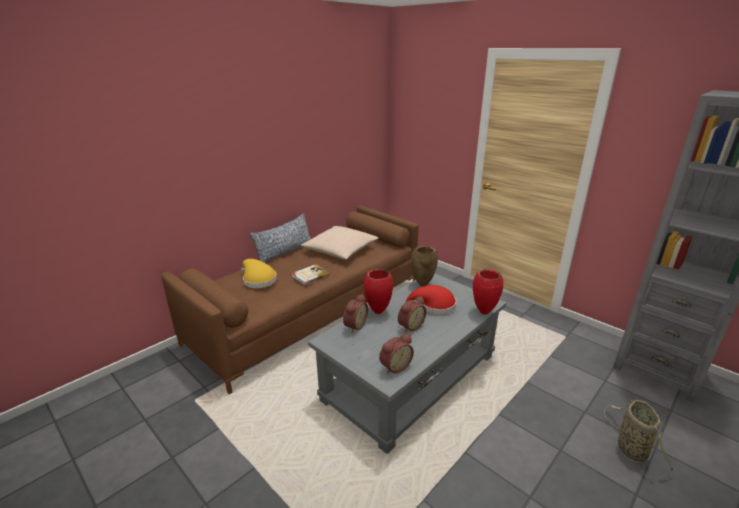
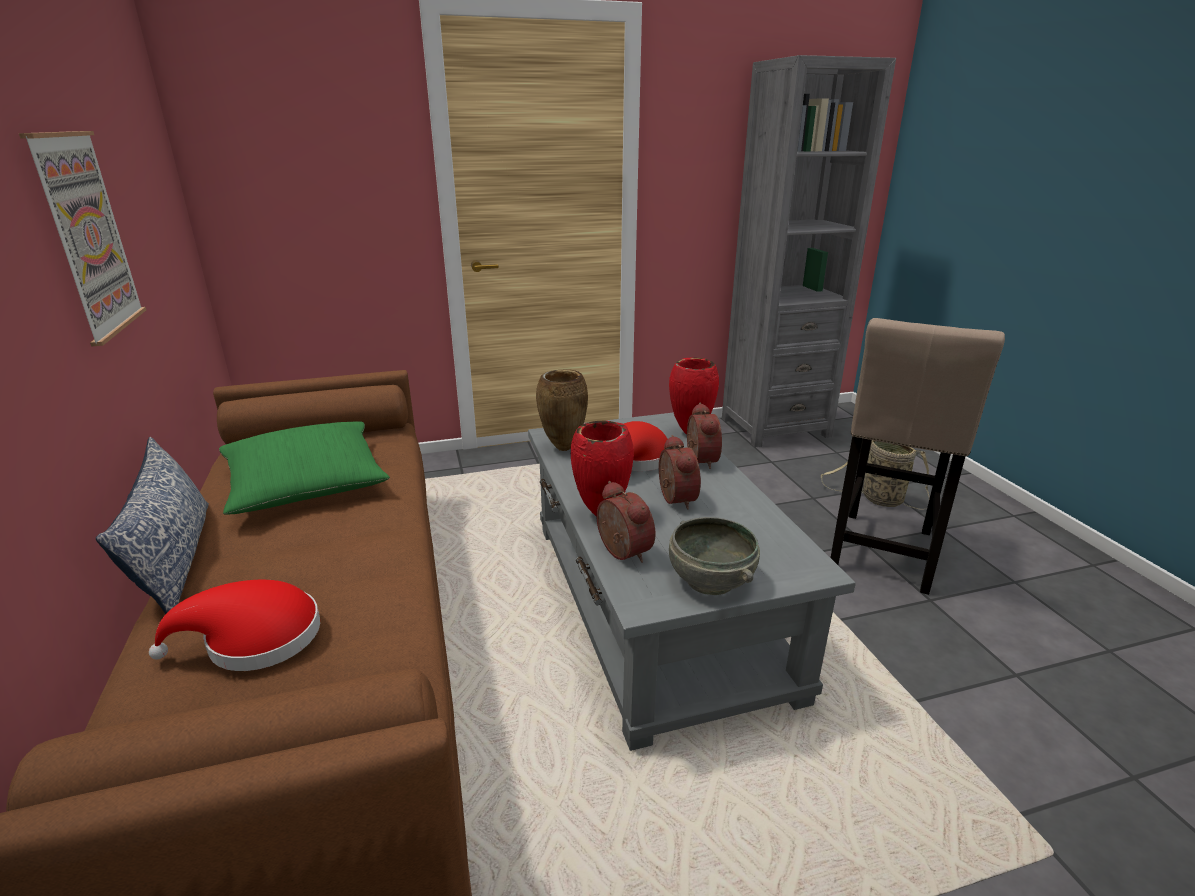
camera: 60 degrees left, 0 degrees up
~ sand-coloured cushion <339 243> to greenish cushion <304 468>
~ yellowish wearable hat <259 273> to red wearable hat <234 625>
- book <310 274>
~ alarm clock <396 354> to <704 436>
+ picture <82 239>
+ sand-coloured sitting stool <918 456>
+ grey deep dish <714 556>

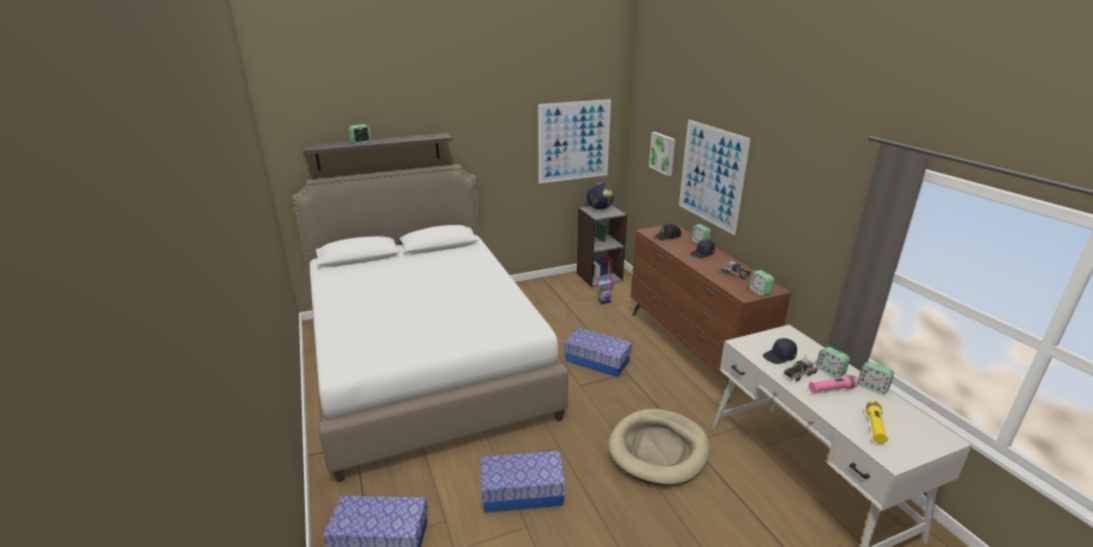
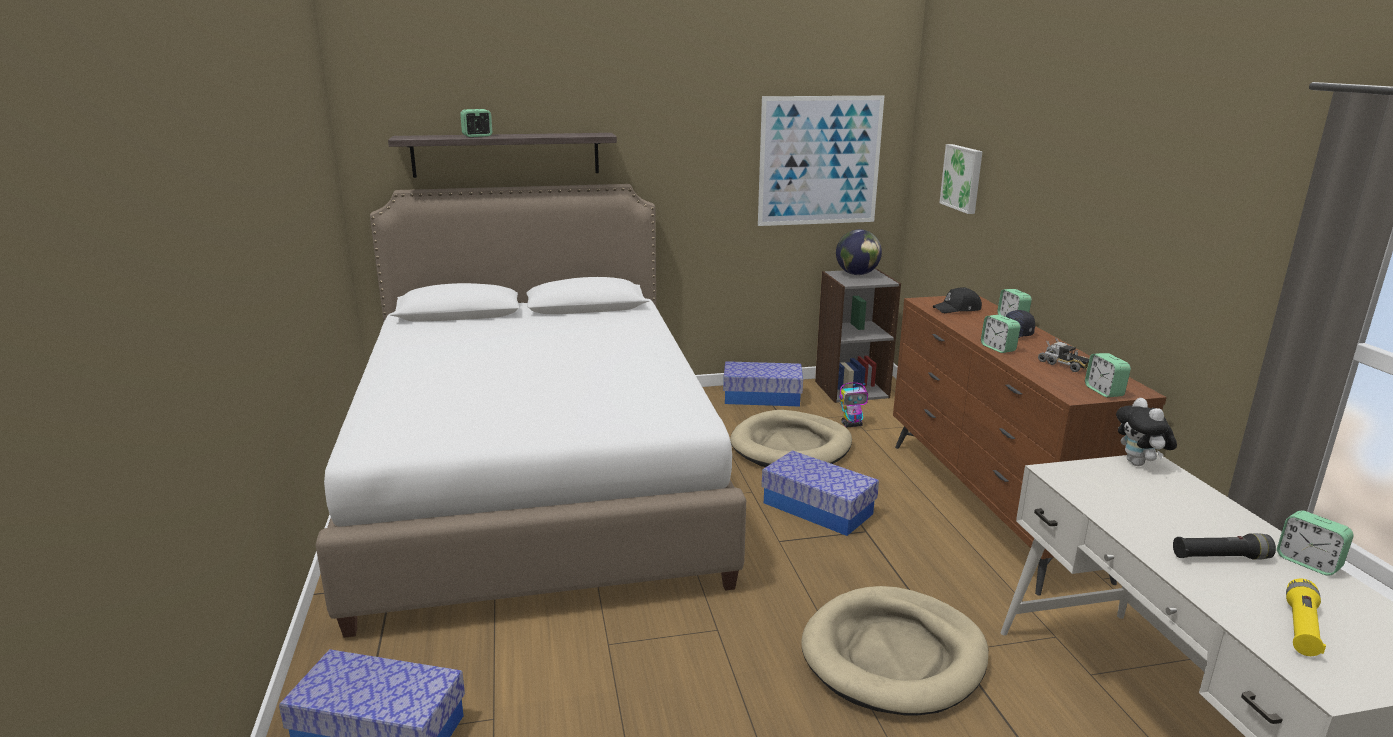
camera: 10 degrees right, 5 degrees down
- picture <715 177>
- black peaked cap <780 351>
~ alarm clock <833 363> to <1000 334>
- toy truck <800 368>
~ pink torch <833 384> to black torch <1224 546>
~ storage bin <523 482> to <763 384>
+ plush toy <1146 432>
+ sand-coloured dog bed <791 438>

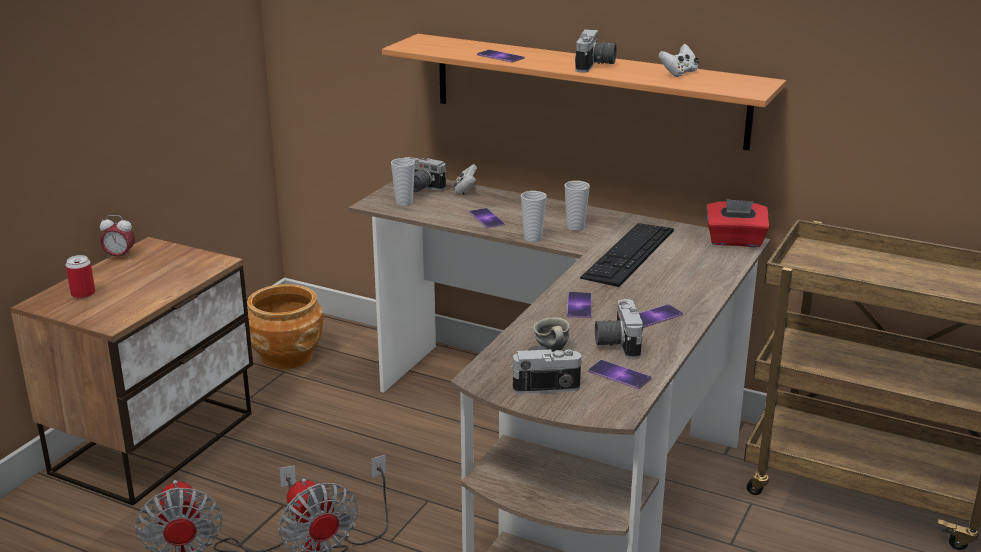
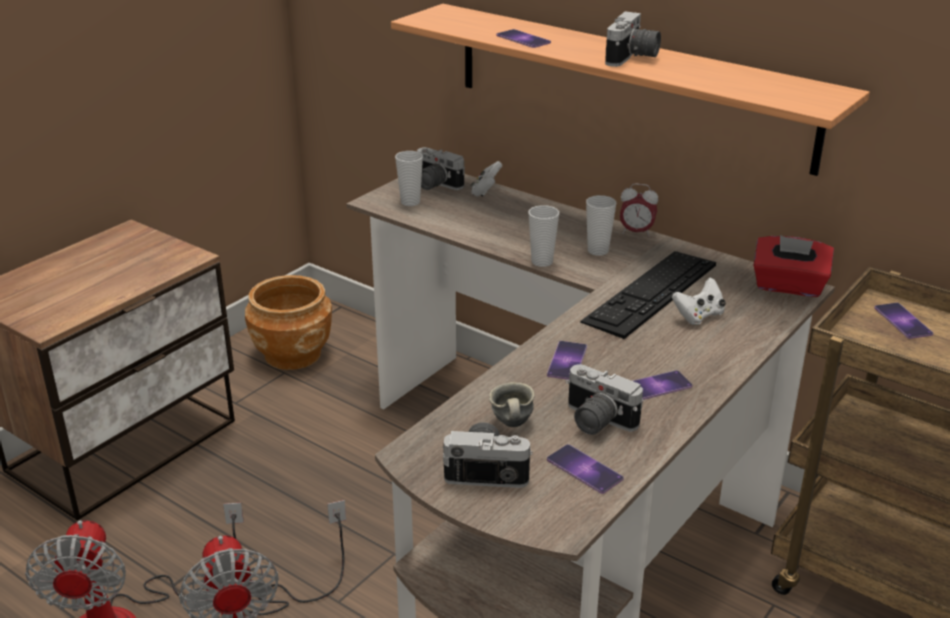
camera: 10 degrees right, 5 degrees up
~ white gamepad <678 60> to <699 301>
~ handset <487 218> to <903 321>
~ alarm clock <117 237> to <639 210>
- can <80 277>
~ photo camera <619 329> = <604 399> 60 degrees counterclockwise

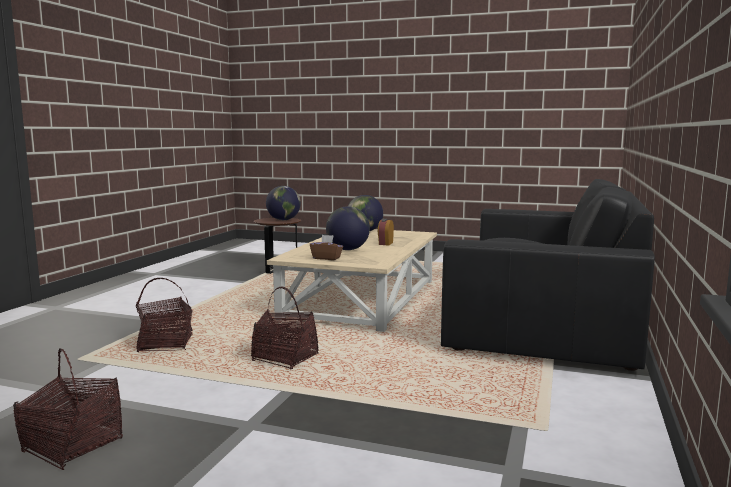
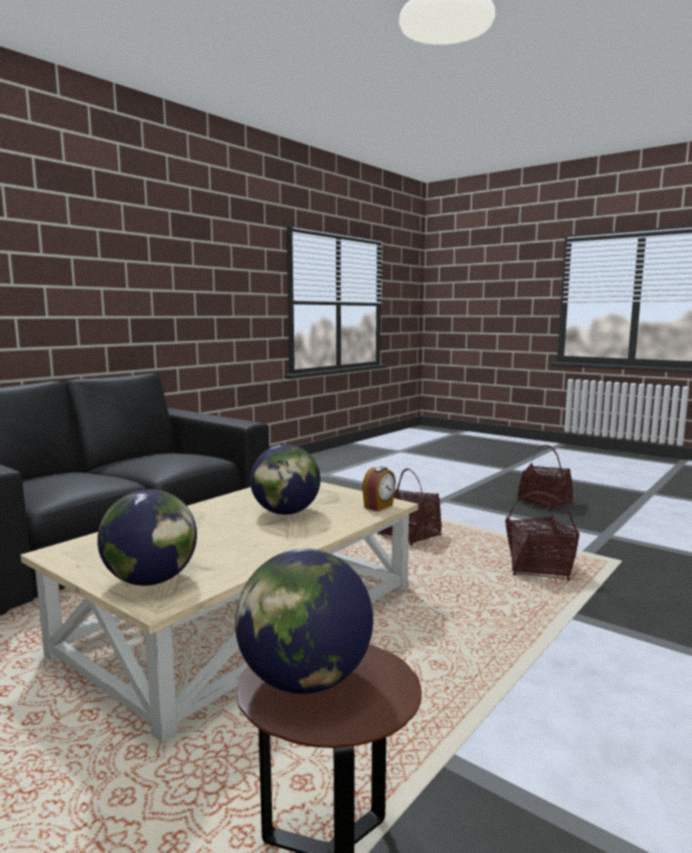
camera: 160 degrees left, 0 degrees up
~ alarm clock <386 232> to <379 489>
- brown tissue box <326 247>

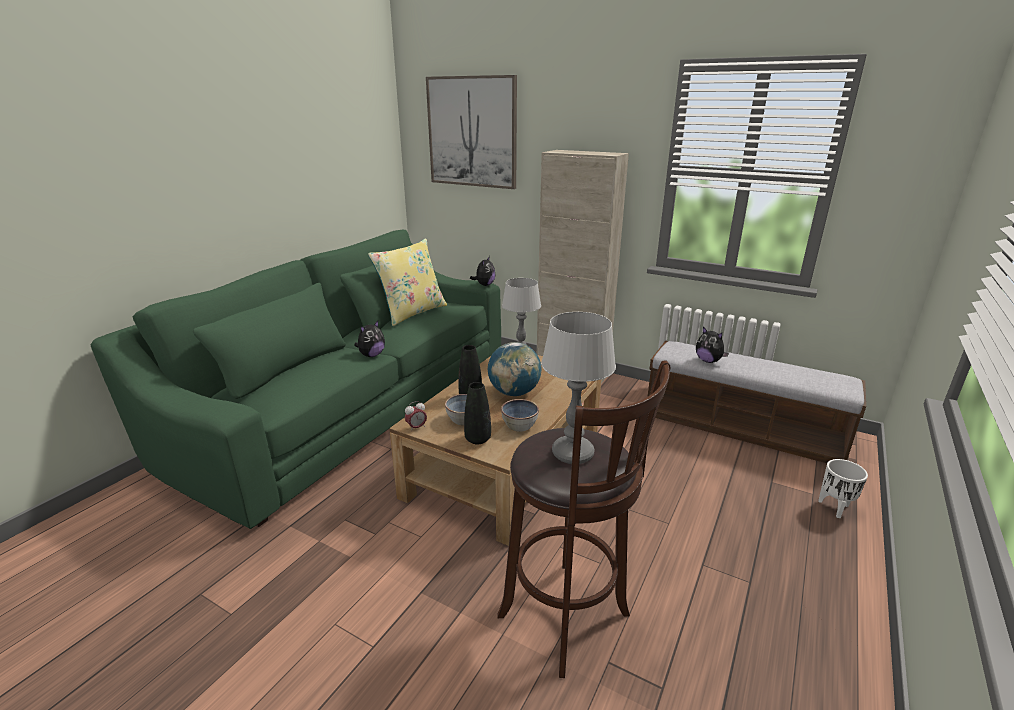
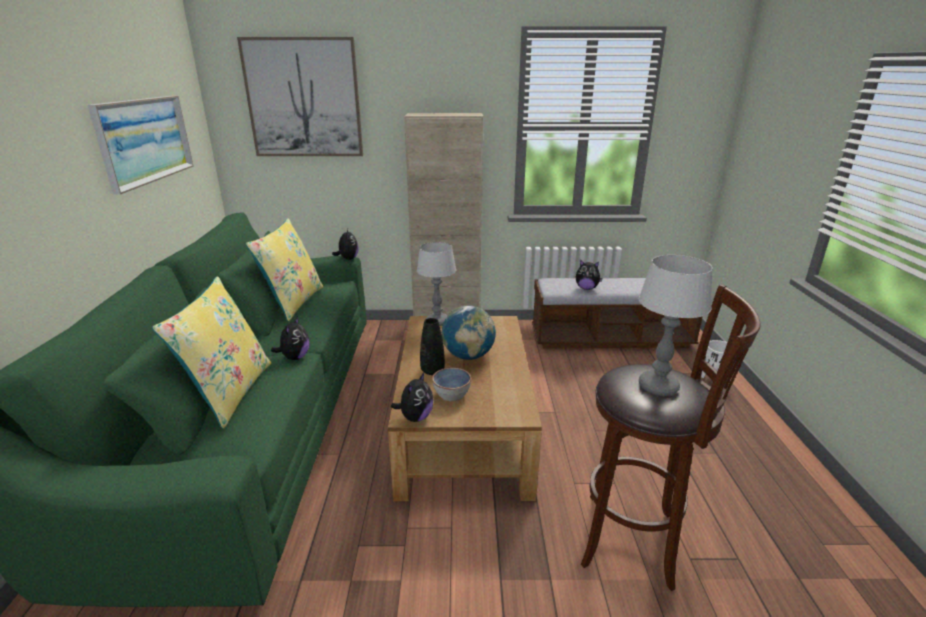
camera: 30 degrees left, 0 degrees up
- black decorative vase <477 413>
- deep dish <520 415>
~ alarm clock <416 416> to plush toy <412 397>
+ picture <140 145>
+ yellowish cushion <211 352>

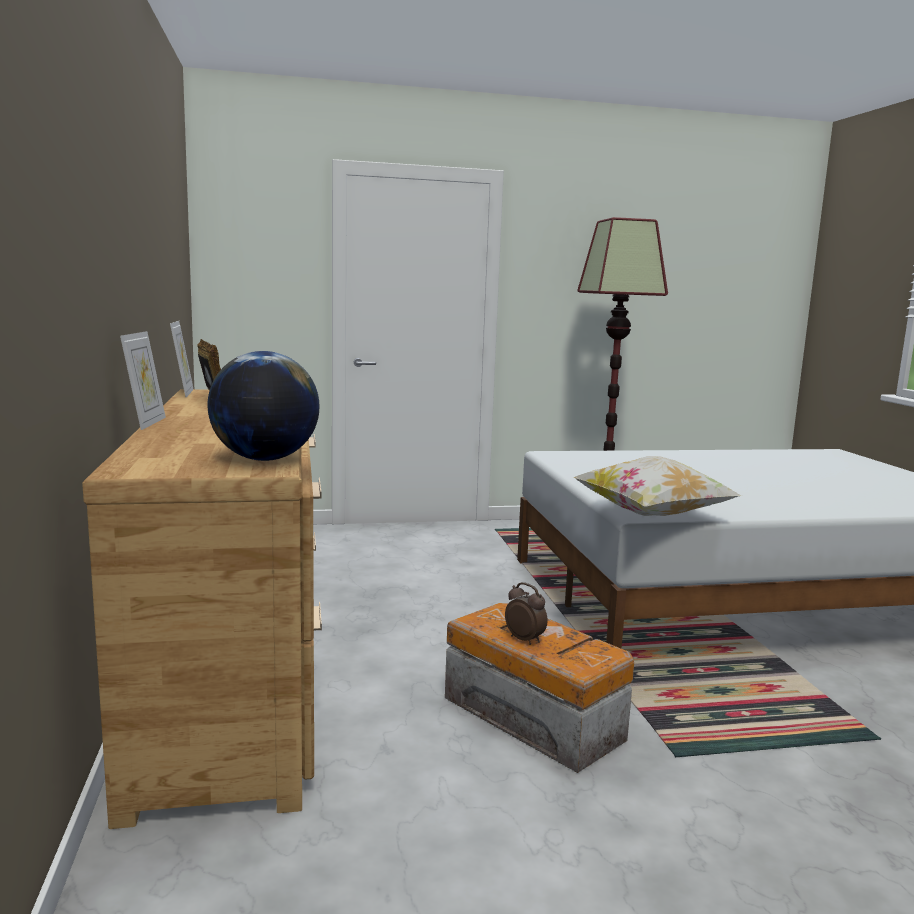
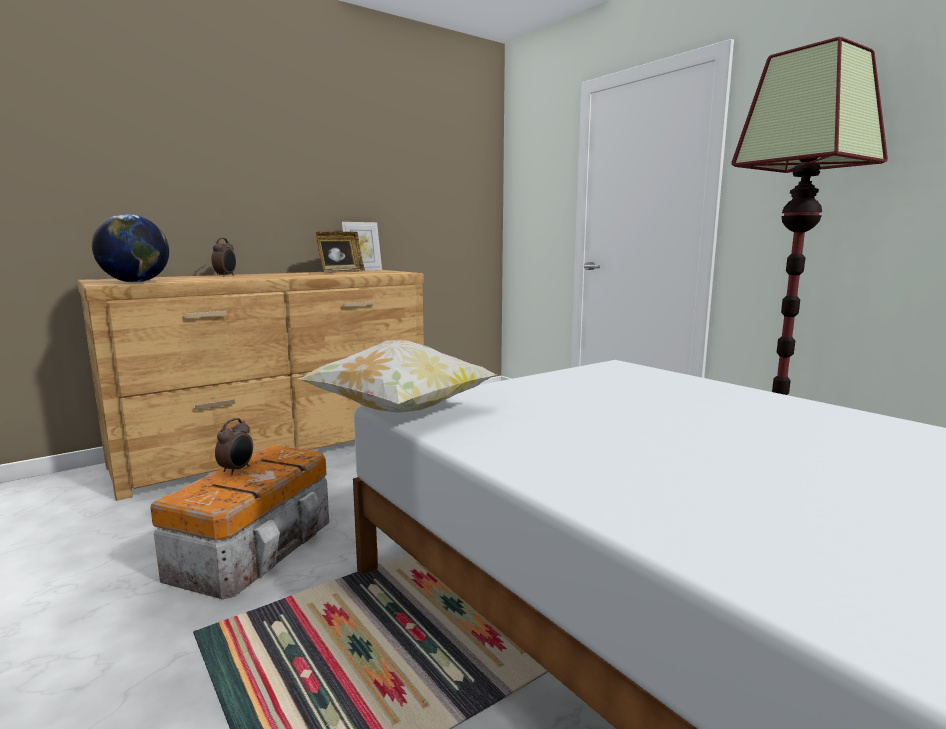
camera: 65 degrees right, 0 degrees up
- picture frame <143 380>
+ alarm clock <224 257>

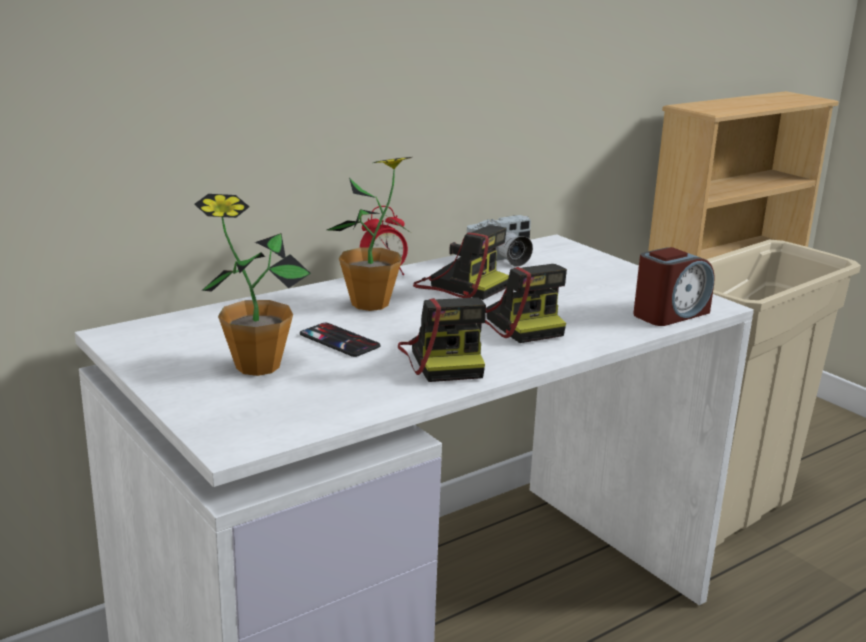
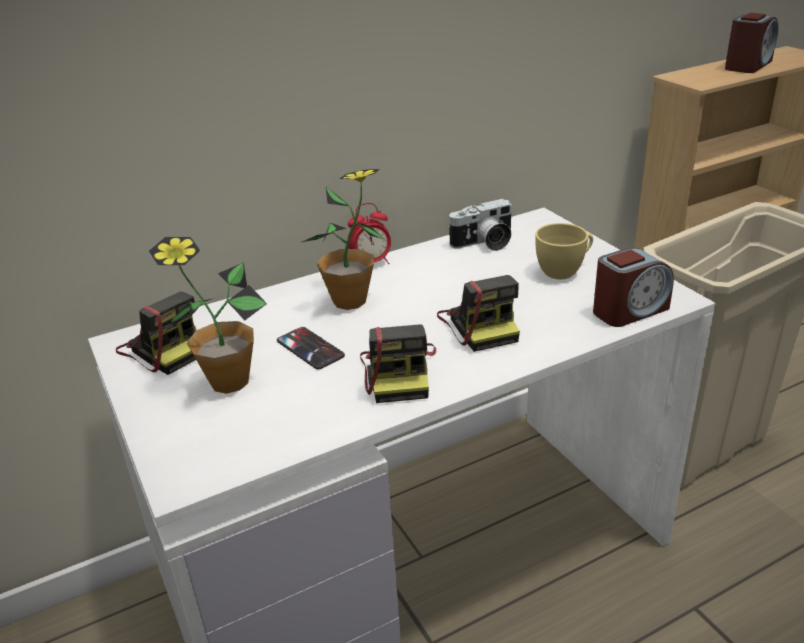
camera: 10 degrees right, 10 degrees up
~ photo camera <461 262> to <156 333>
+ alarm clock <752 43>
+ yellowish cup <564 251>

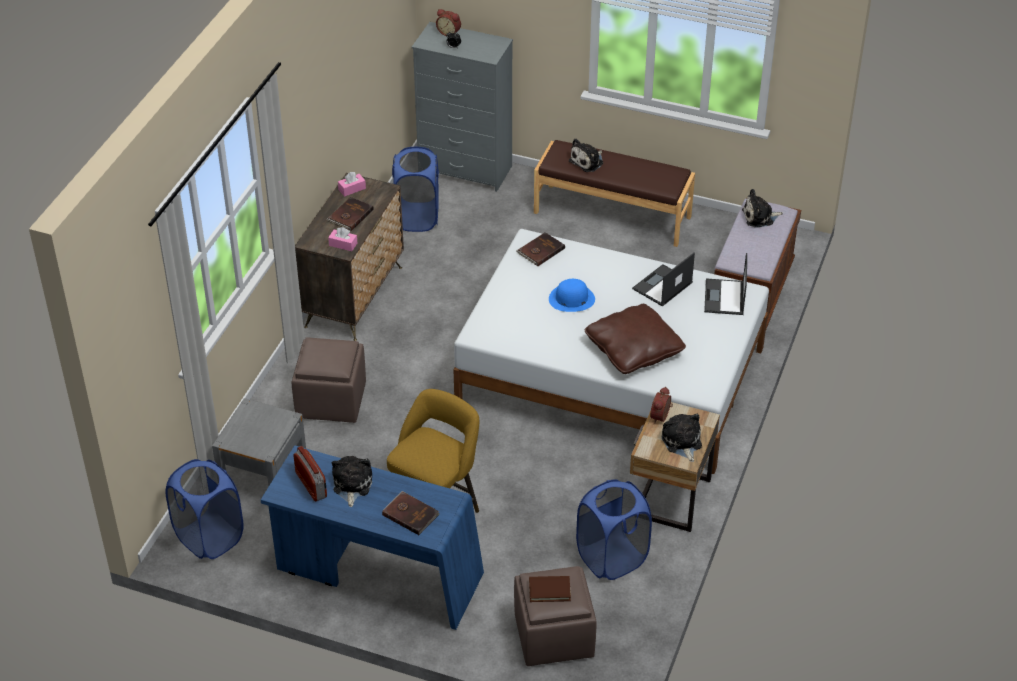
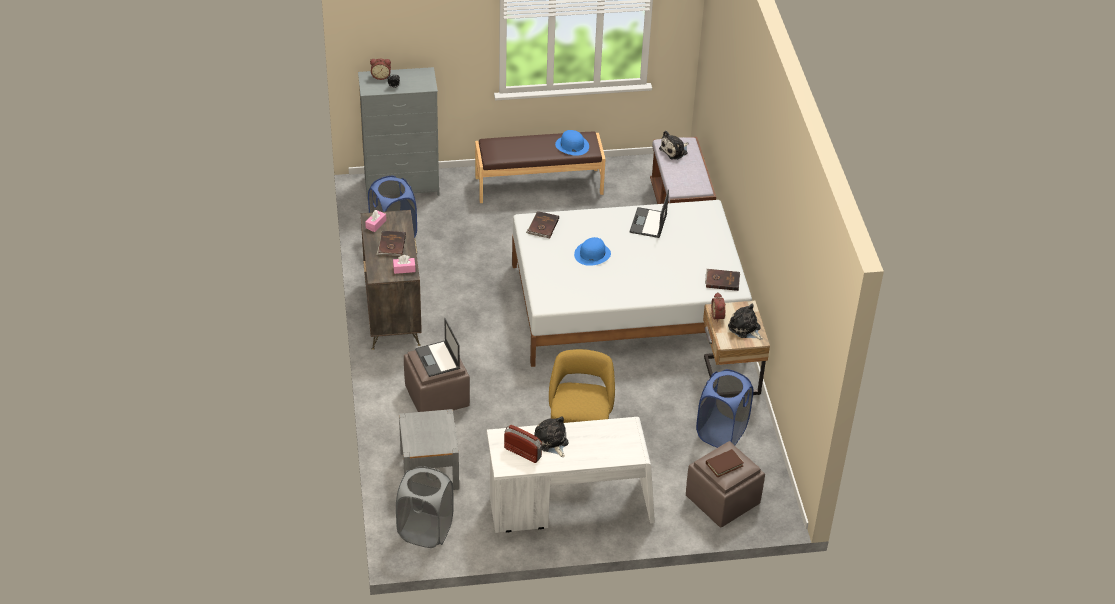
camera: 30 degrees left, 0 degrees up
- plush toy <586 155>
~ notebook computer <725 284> to <437 347>
- brown cushion <635 339>
~ bluish desk table <372 537> to white desk table <571 475>
~ bluish hamper <204 509> to grey hamper <425 507>
~ brown book <410 513> to <722 280>
+ bluish wearable hat <572 143>

